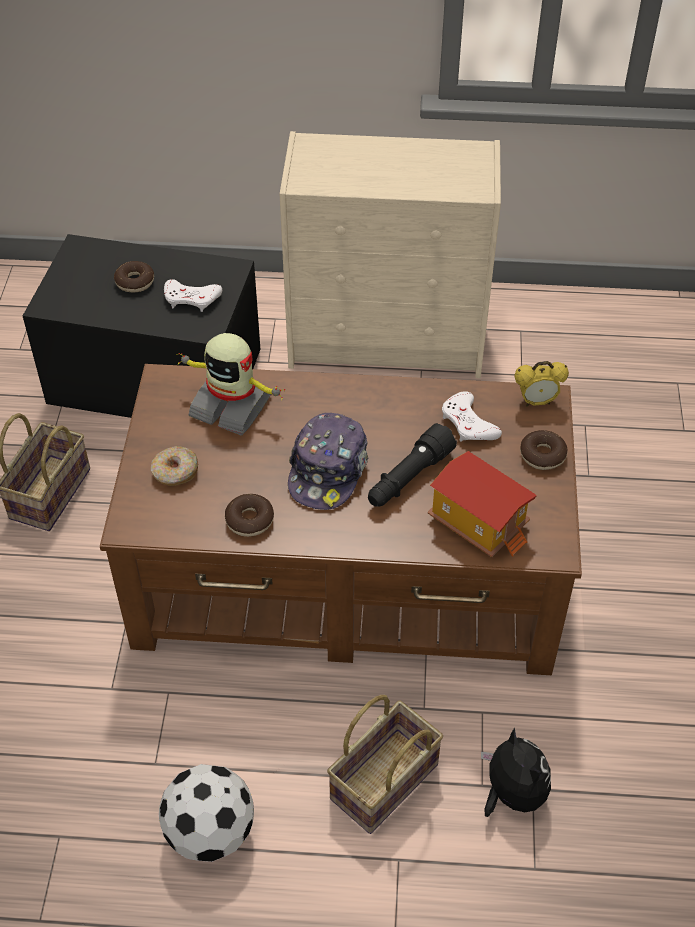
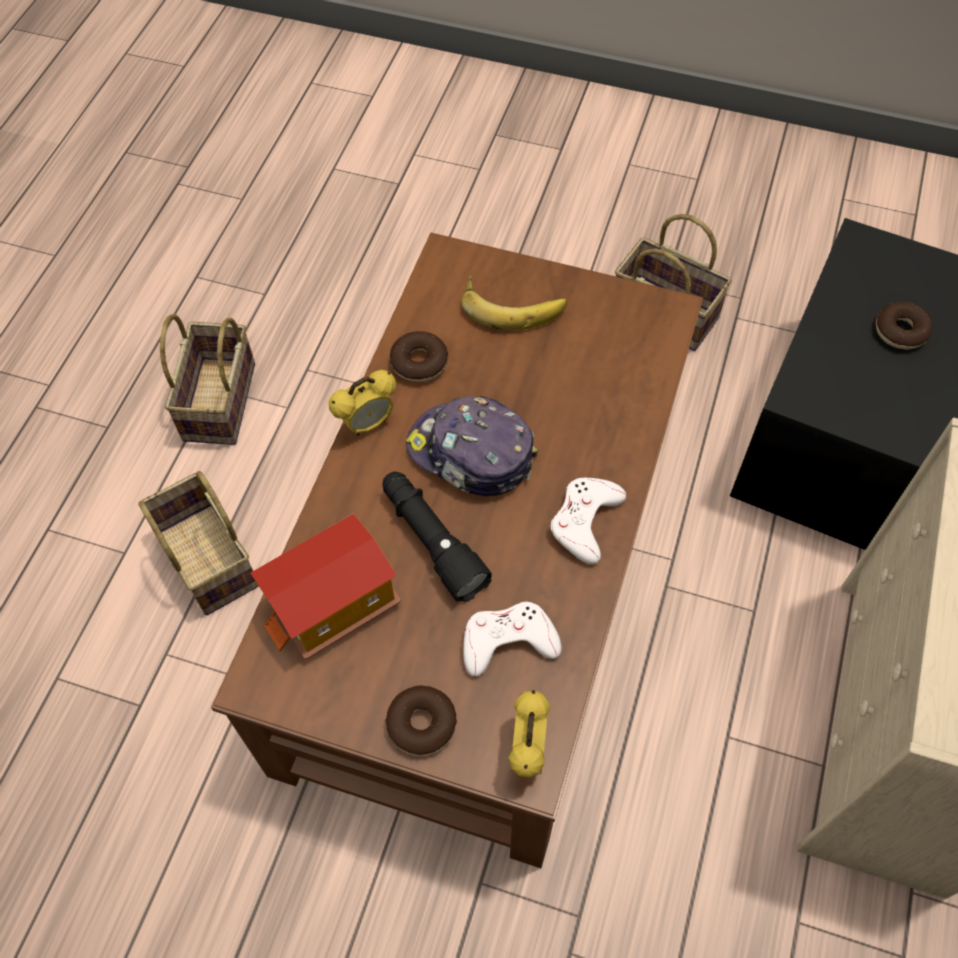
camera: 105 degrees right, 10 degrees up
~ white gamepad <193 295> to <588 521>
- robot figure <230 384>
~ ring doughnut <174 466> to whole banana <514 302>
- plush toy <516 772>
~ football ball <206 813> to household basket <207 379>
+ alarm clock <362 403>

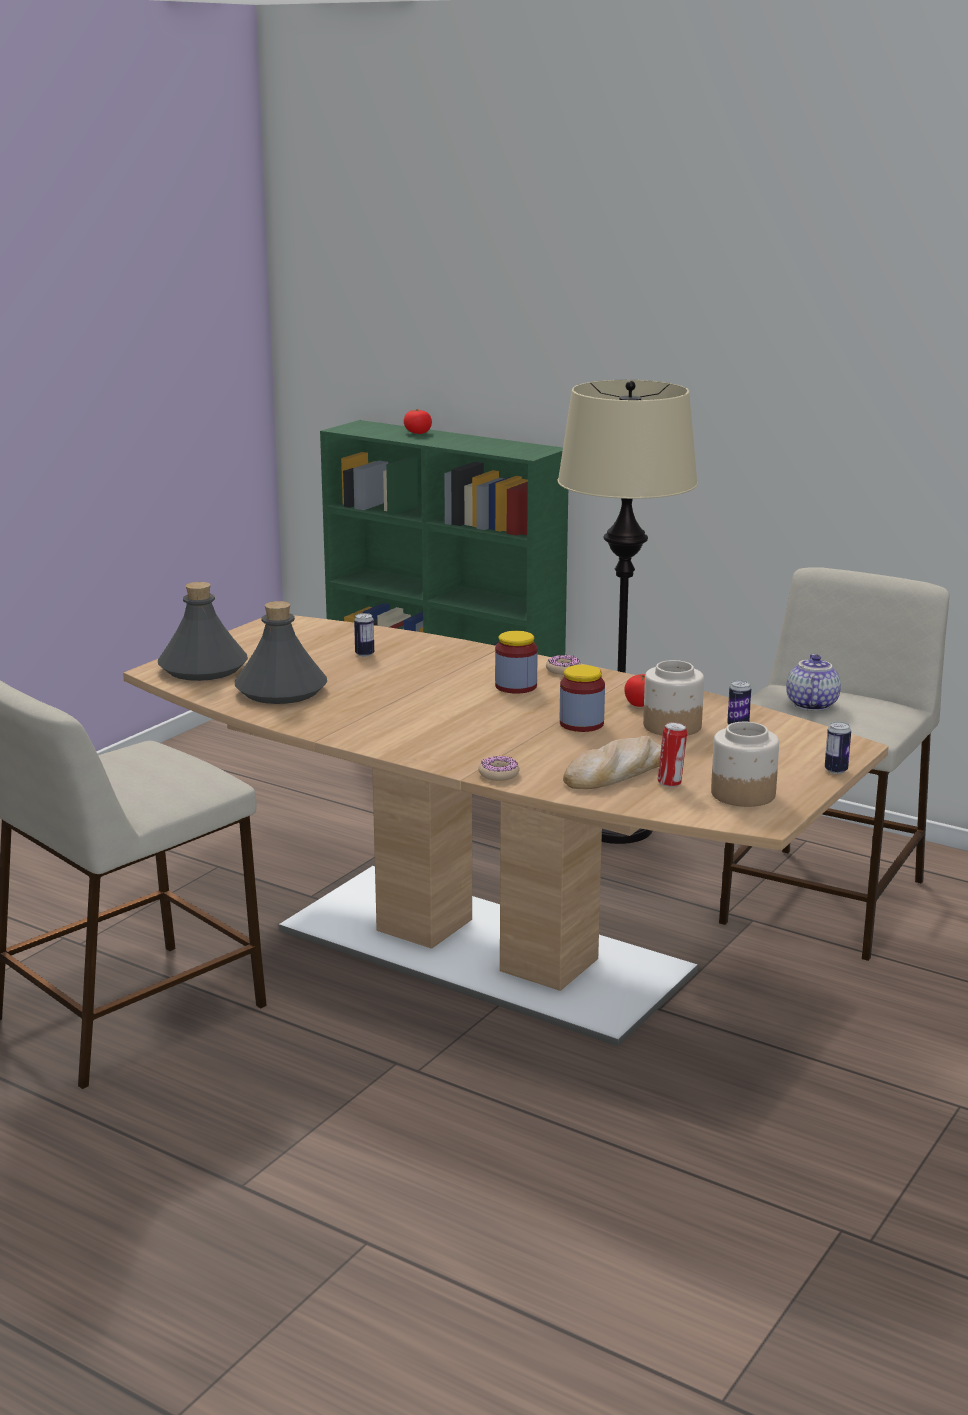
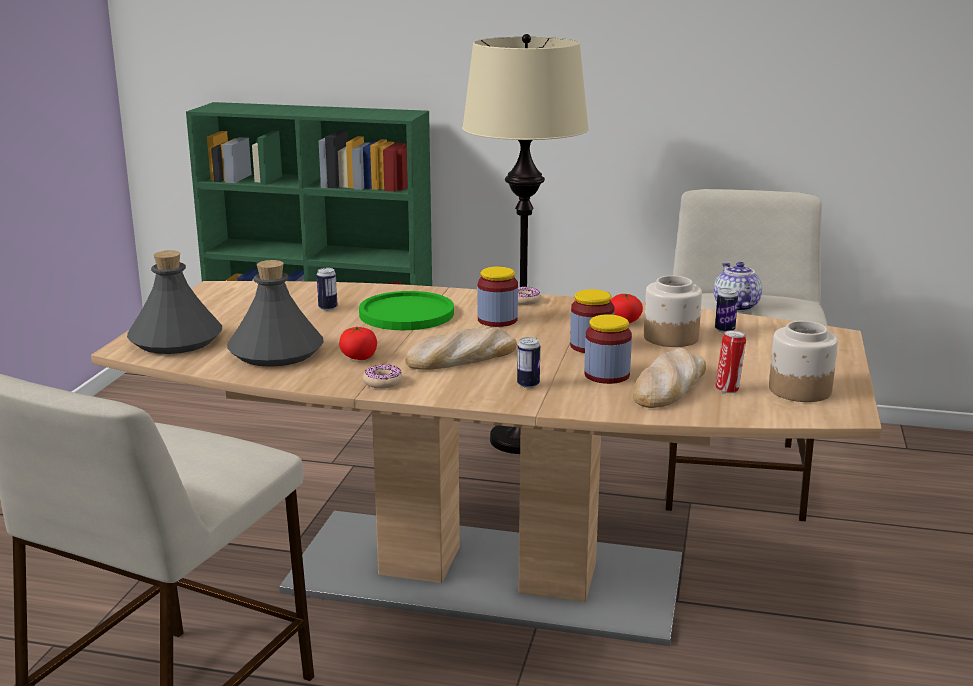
camera: 20 degrees left, 0 degrees up
~ whole tomato <418 421> to <358 343>
~ can <838 748> to <528 362>
~ ring doughnut <498 768> to <383 376>
+ greenish dinner plate <406 310>
+ preserve jar <608 349>
+ bakery bread <461 348>

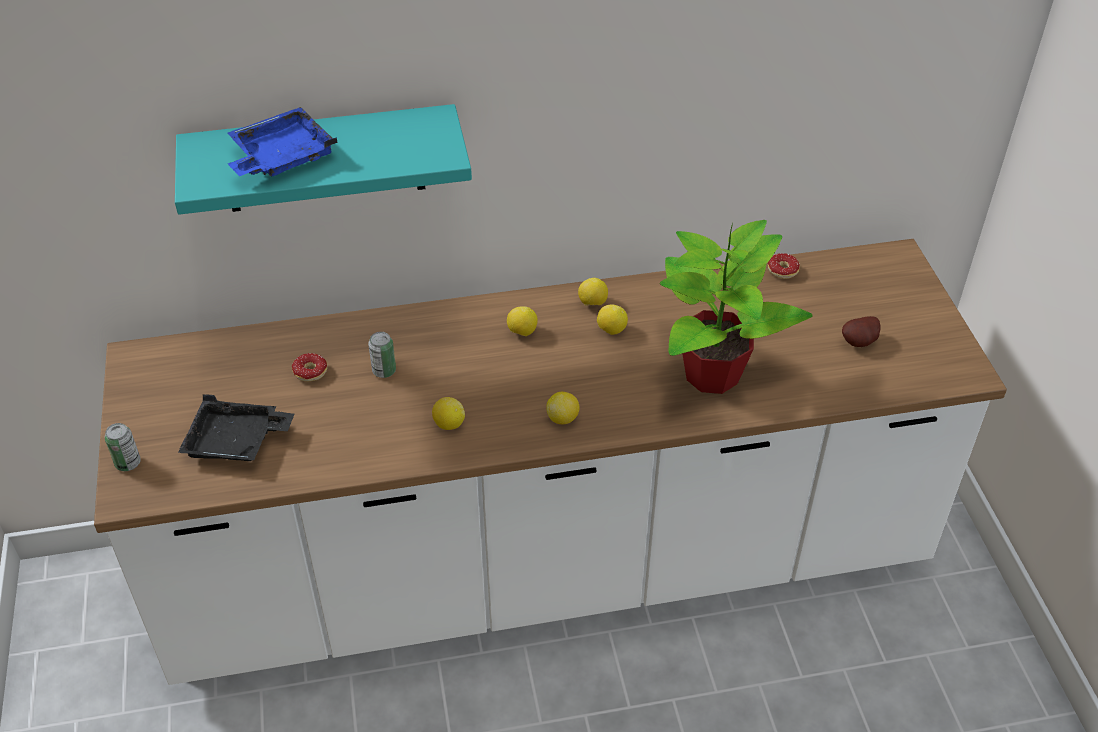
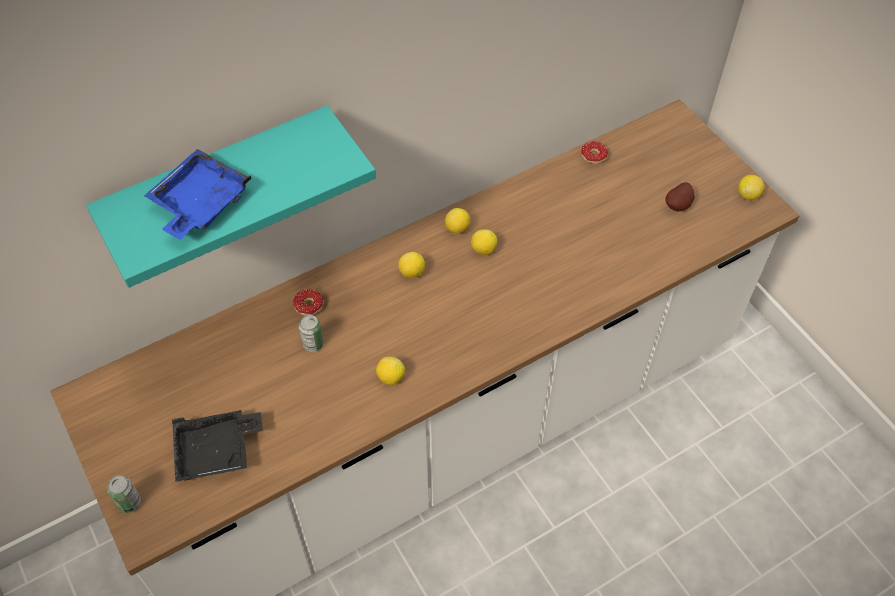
camera: 20 degrees left, 10 degrees up
- plant in a pot <736 307>
~ ring doughnut <309 367> to <308 302>
~ citrus fruit <563 408> to <751 187>

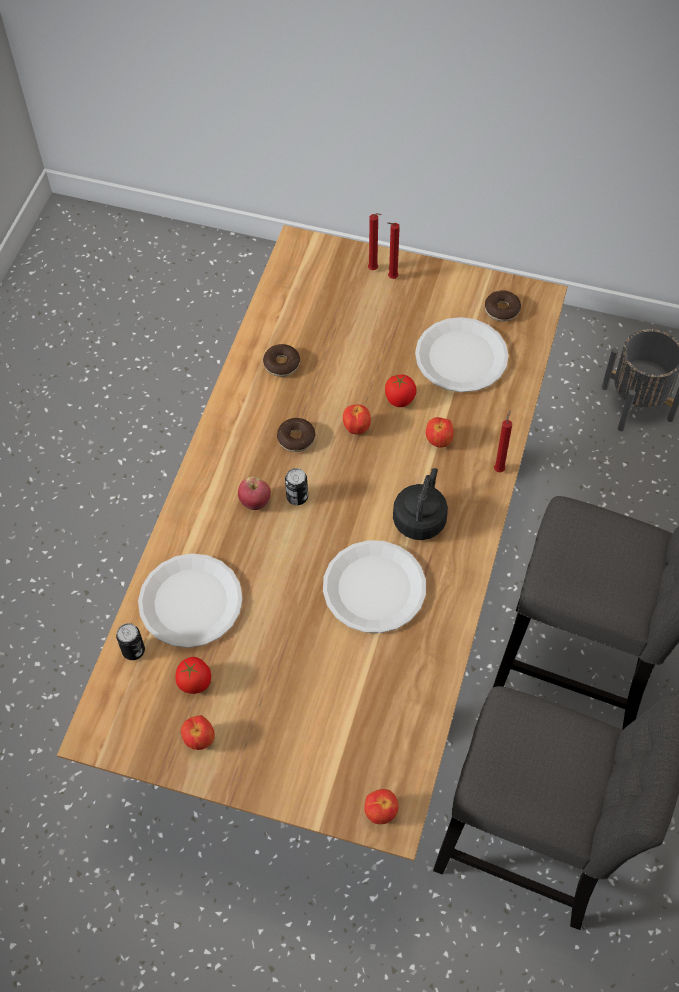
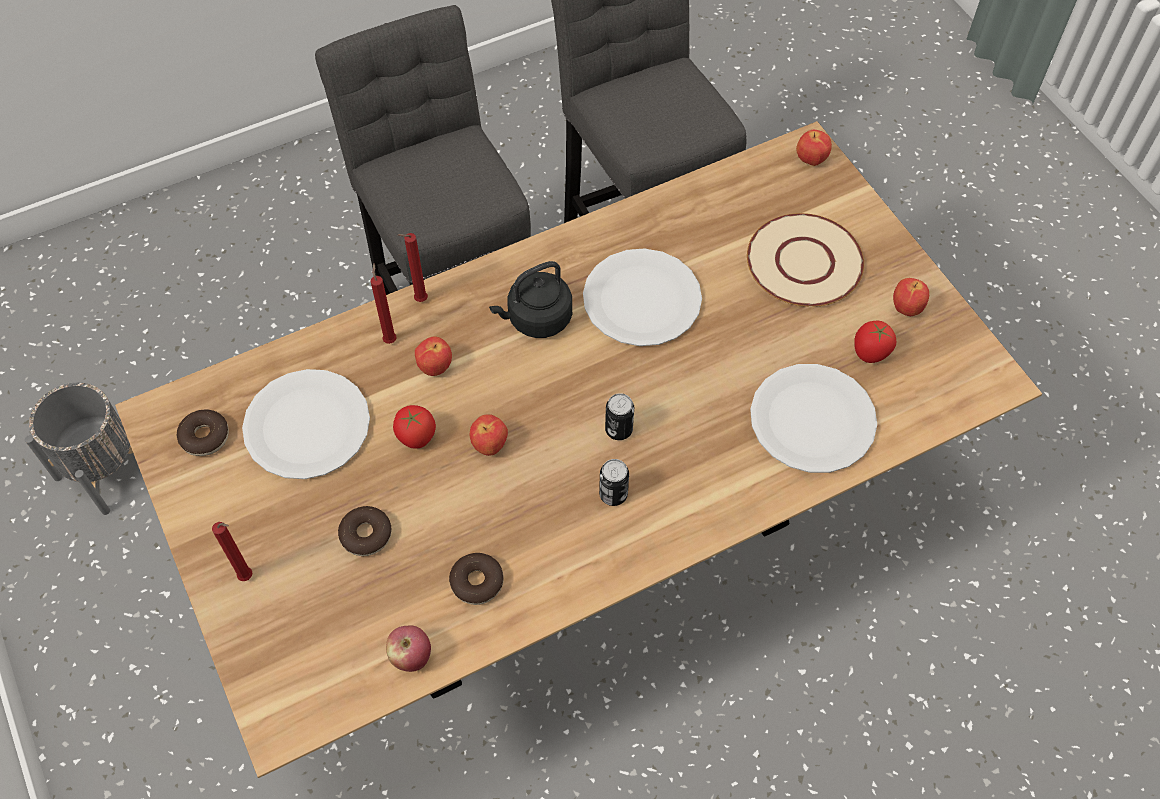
camera: 135 degrees left, 0 degrees up
~ red candle <375 241> to <383 303>
~ ring doughnut <296 435> to <364 531>
~ apple fruit <254 493> to <408 649>
~ can <130 641> to <614 482>
+ sand-coloured dinner plate <805 260>

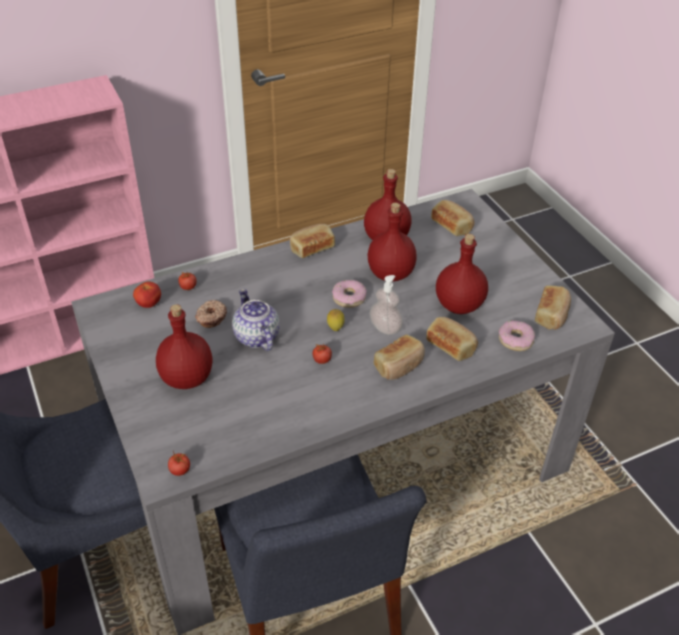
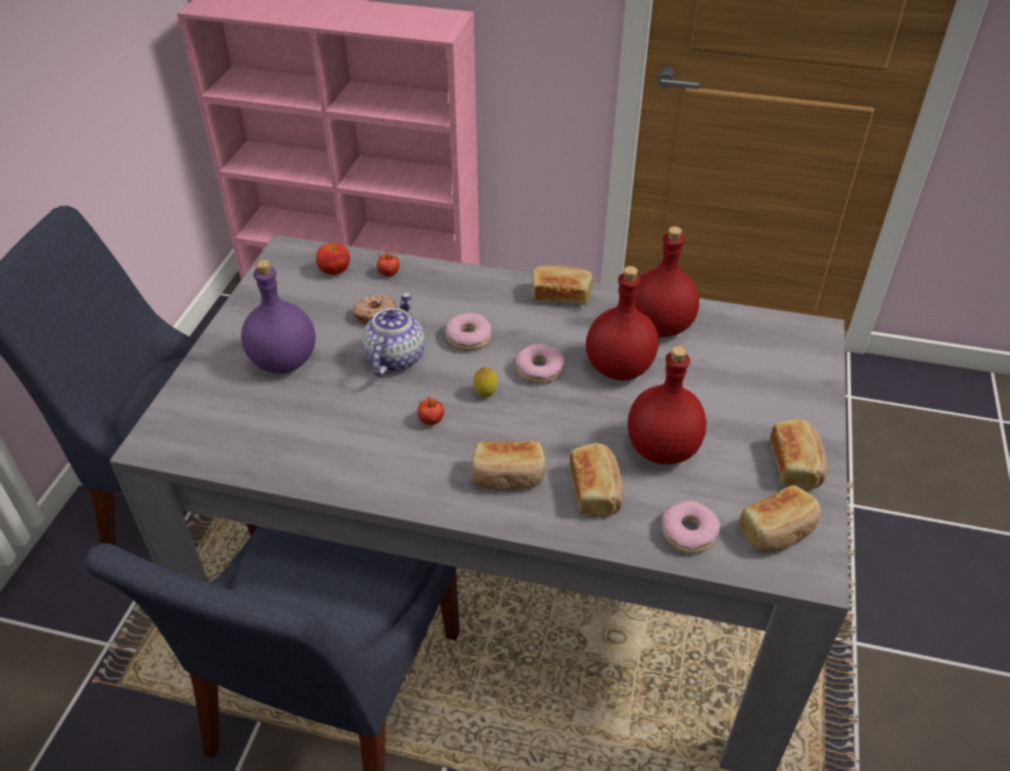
camera: 40 degrees right, 0 degrees up
~ bakery bread <452 218> to <798 455>
- liquid soap bottle <386 305>
~ red drink bottle <184 346> to purplish drink bottle <278 317>
- whole tomato <179 463>
+ ring doughnut <468 331>

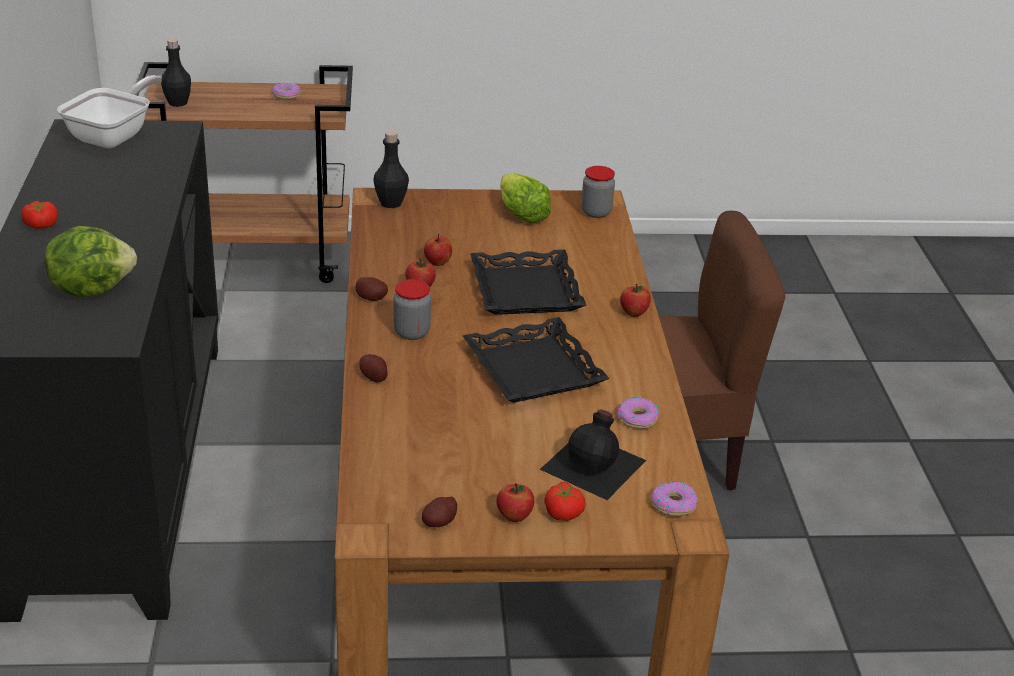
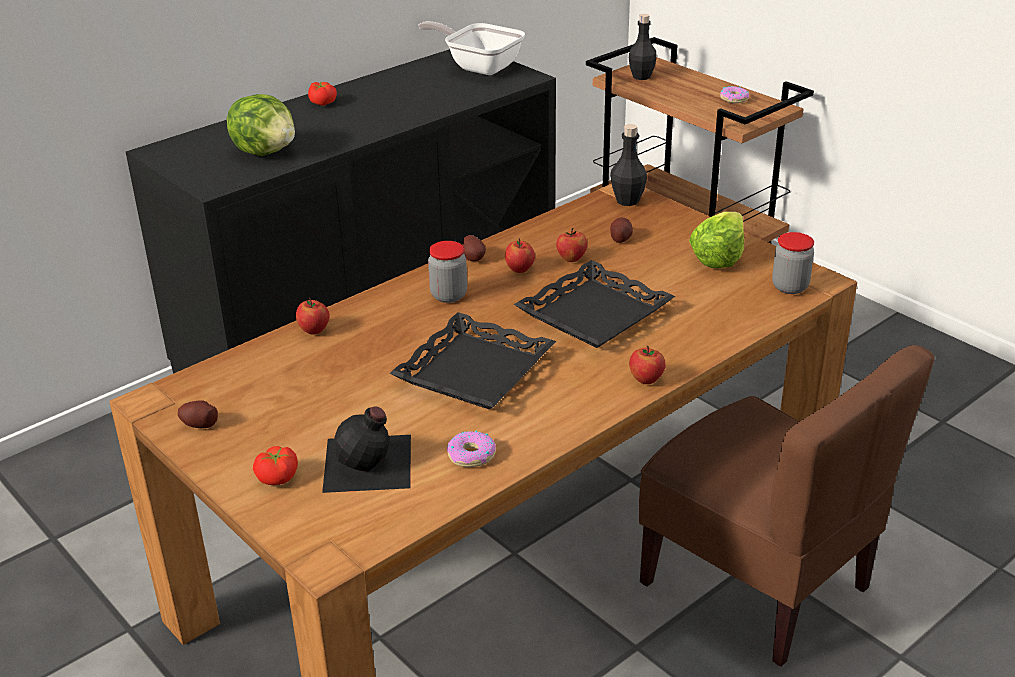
camera: 55 degrees right, 0 degrees up
~ pan <109 111> = <471 48> 135 degrees counterclockwise
~ spud <374 368> to <621 230>
- ring doughnut <674 499>
~ apple fruit <515 502> to <313 316>

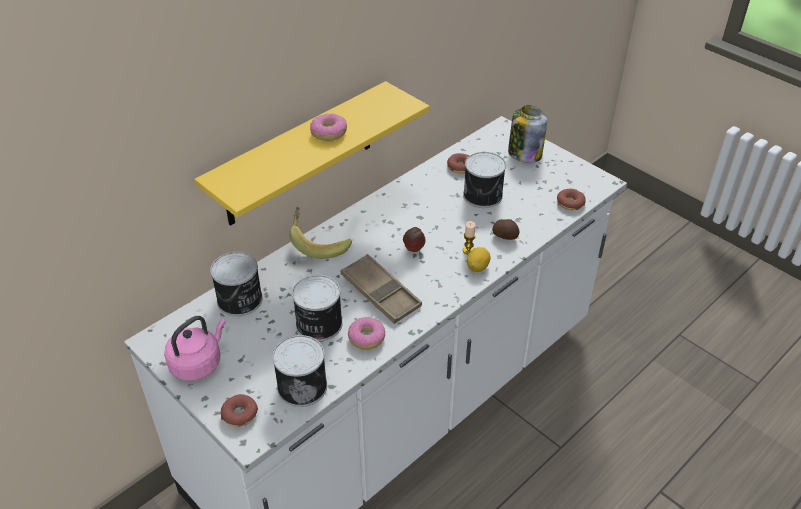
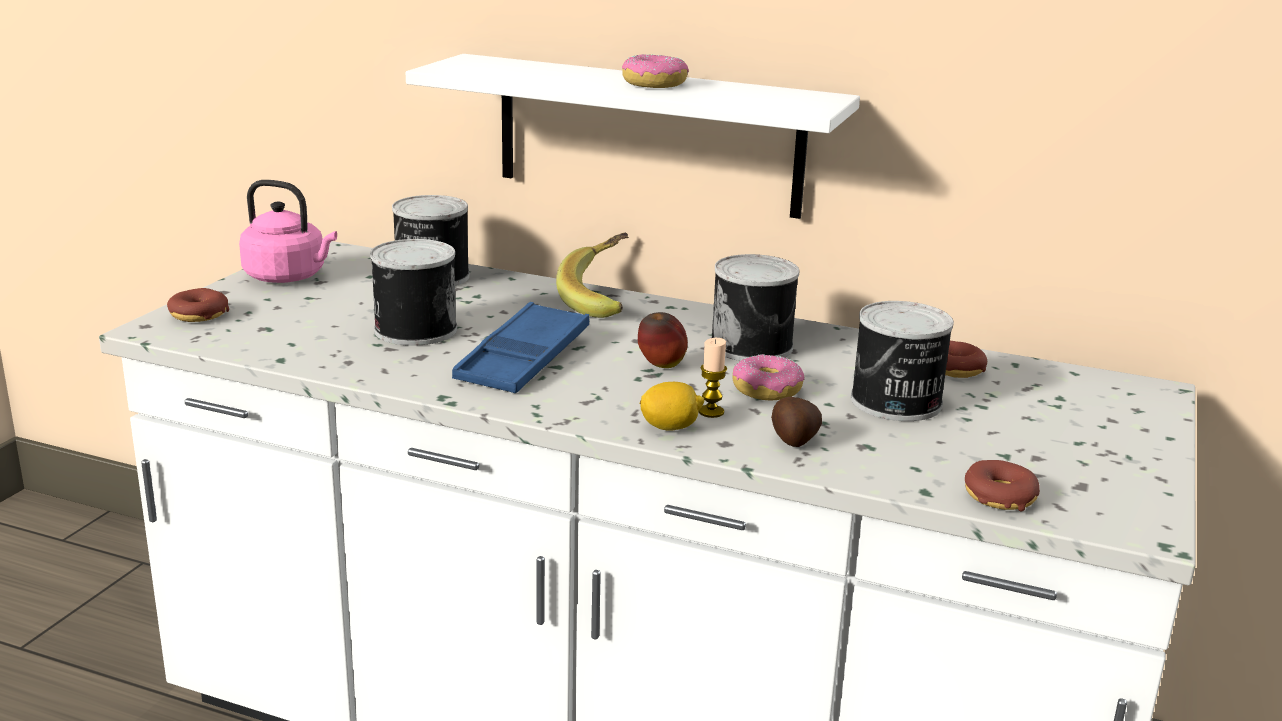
camera: 65 degrees right, 20 degrees down
~ yellowish bracket shelf <312 153> to white bracket shelf <633 136>
- preserve jar <527 134>
~ brown tray <381 289> to bluish tray <520 347>
~ ring doughnut <366 333> to <768 377>
~ can <299 371> to <755 307>

